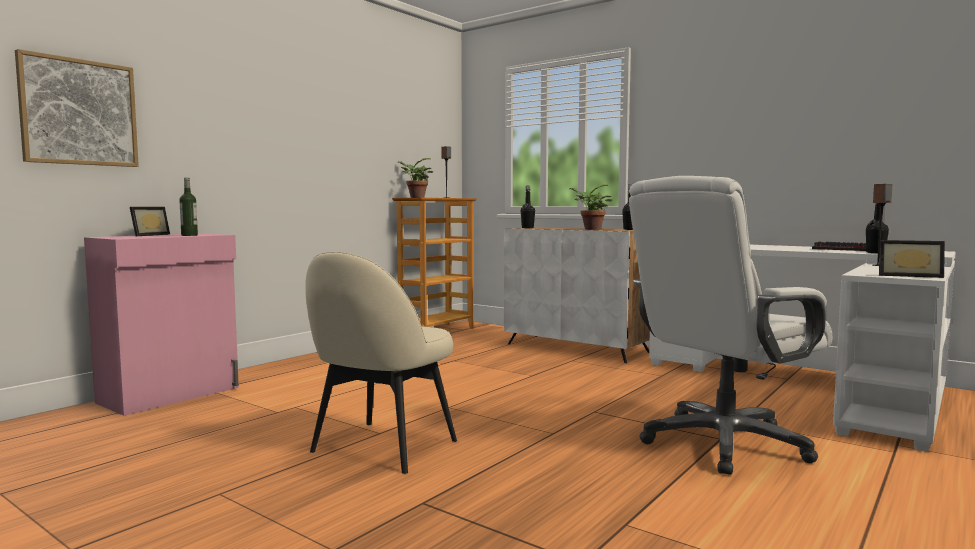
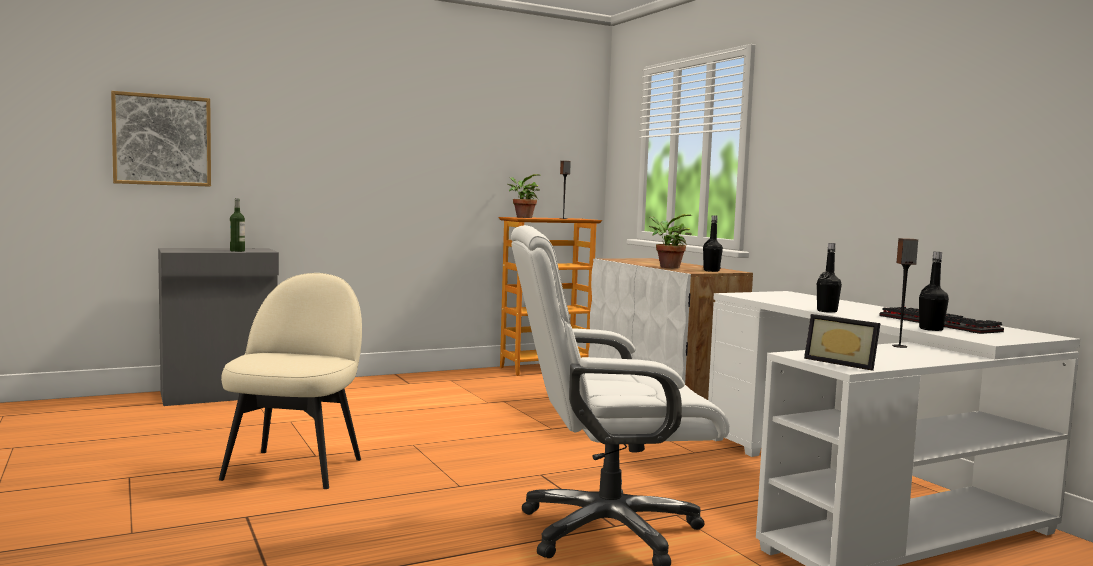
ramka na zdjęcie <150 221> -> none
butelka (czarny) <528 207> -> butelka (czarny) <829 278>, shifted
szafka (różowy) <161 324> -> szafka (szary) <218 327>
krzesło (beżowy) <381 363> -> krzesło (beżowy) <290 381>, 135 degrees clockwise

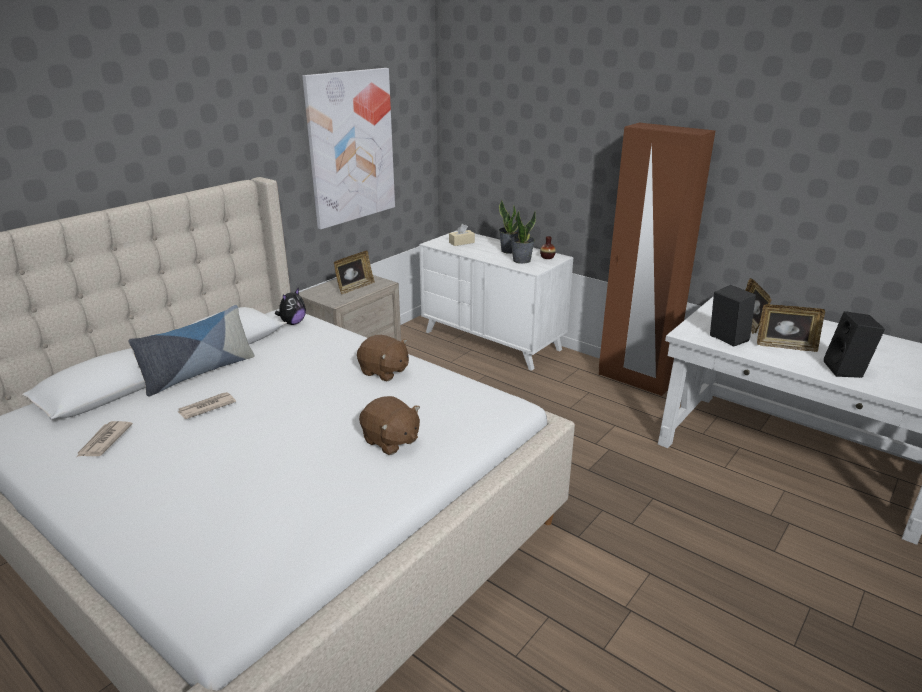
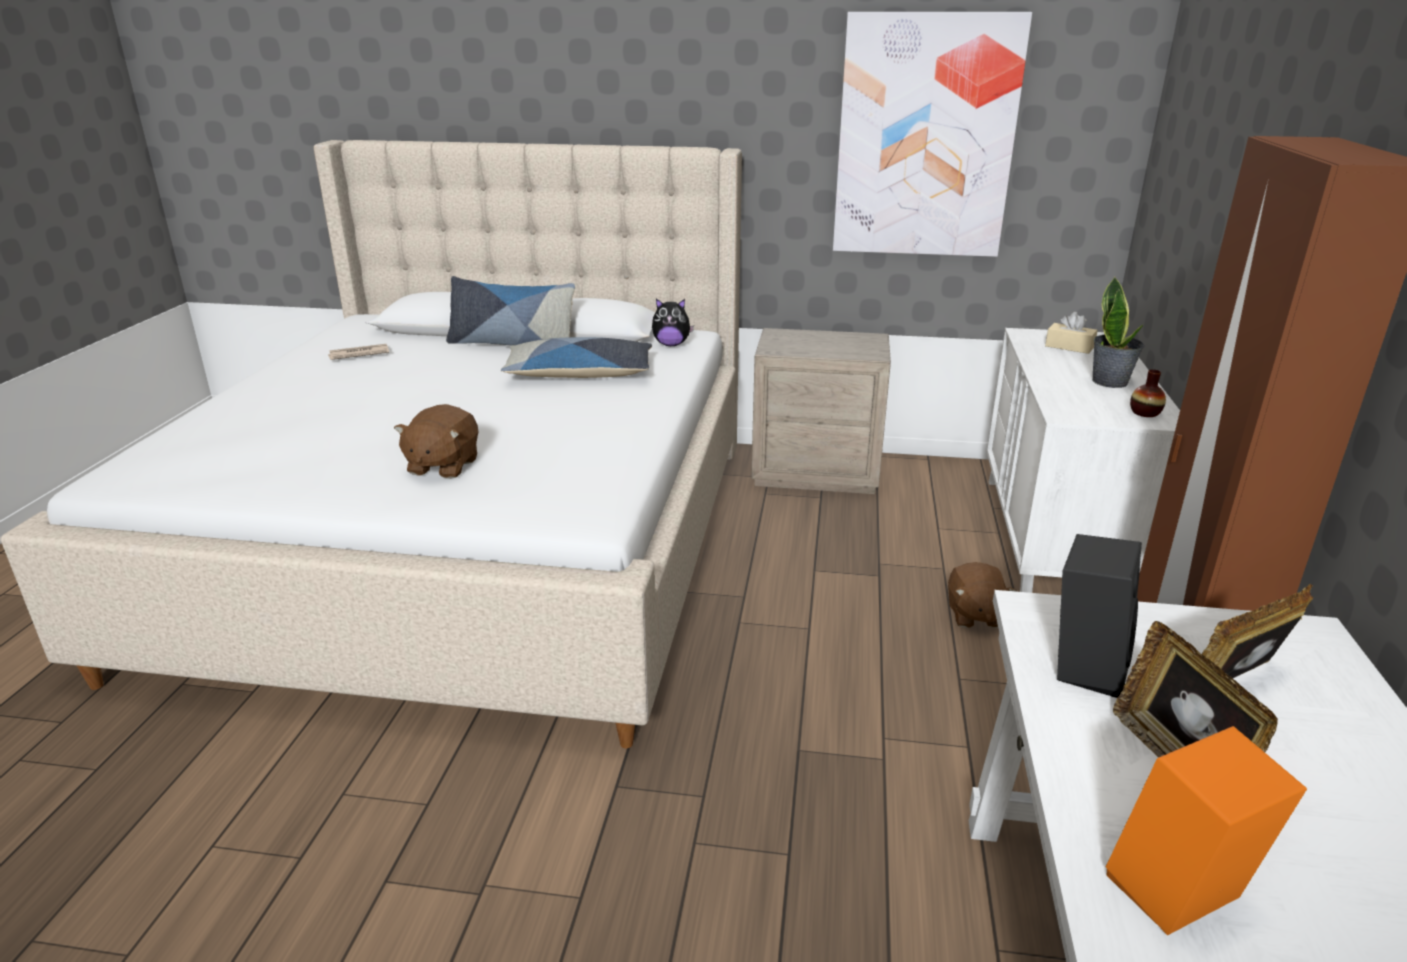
gazeta <207 405> -> none
ramka na zdjęcie <354 272> -> none
roślina doniczkowa <523 237> -> none
none -> poduszka <576 357>
pluszak (brązowy) <383 358> -> pluszak (brązowy) <982 595>, shifted
głośnik (czarny) <854 344> -> głośnik (pomarańczowy) <1206 830>

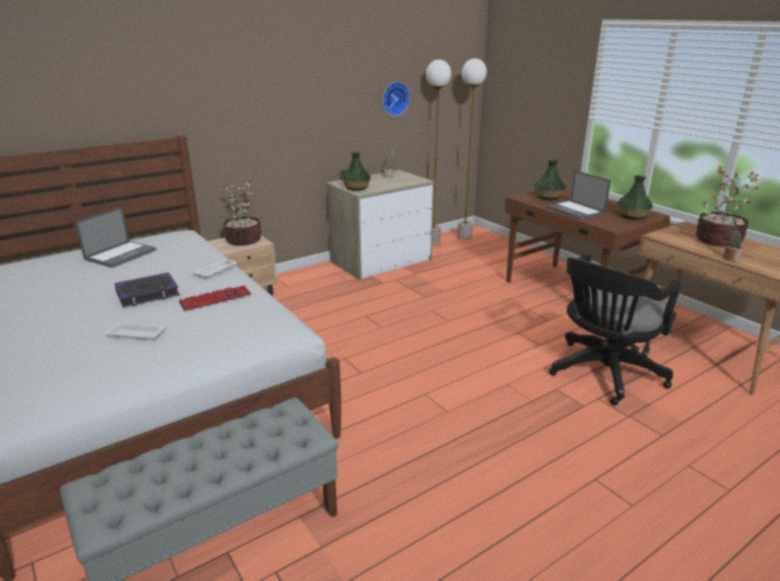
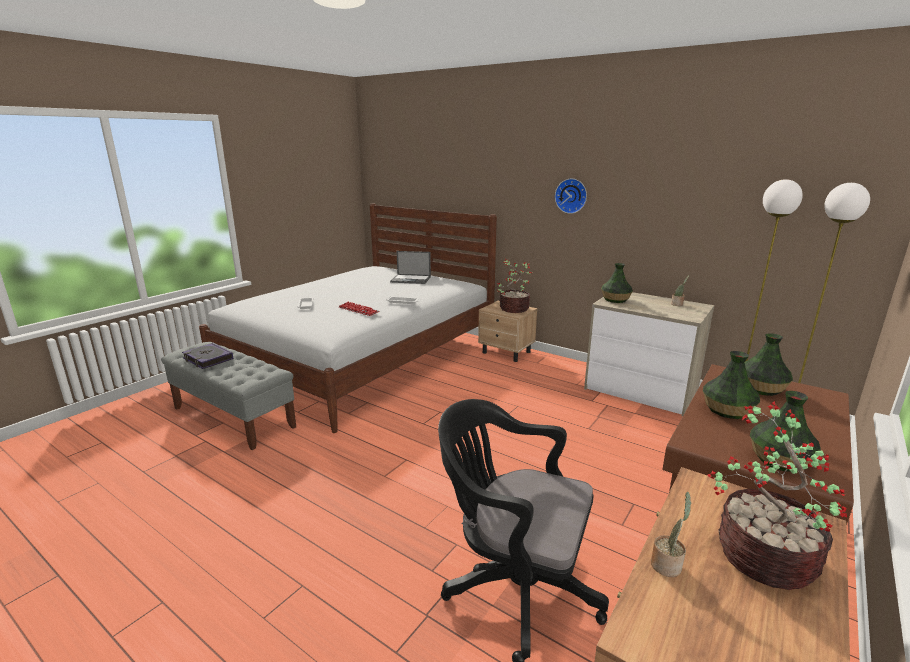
książka <146 289> -> książka <208 356>, shifted
zegar ścienny <396 99> -> zegar ścienny <571 196>, shifted
laptop <578 195> -> wazon <731 385>

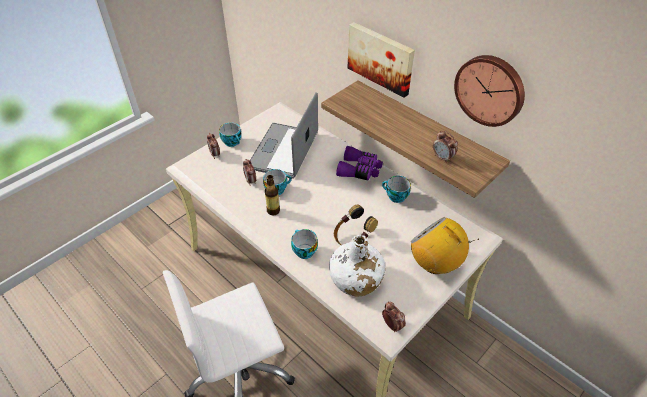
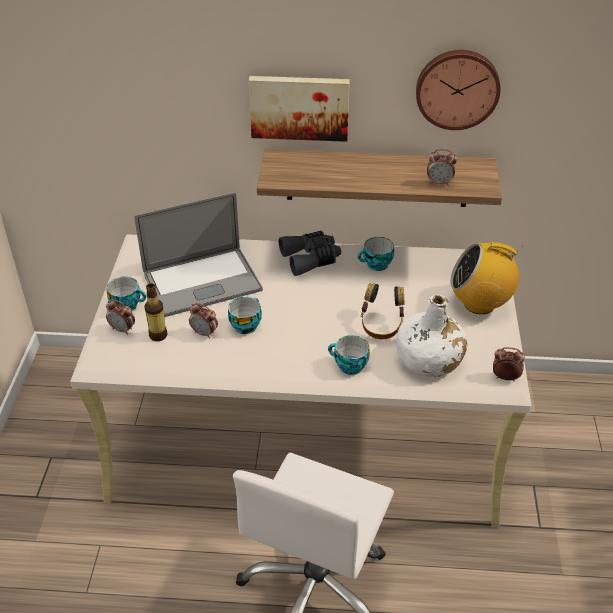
butelka <272 195> -> butelka <155 312>, shifted
lornetka (fioletowy) <359 163> -> lornetka (szary) <310 253>
laptop <284 135> -> laptop <198 254>, 90 degrees counterclockwise

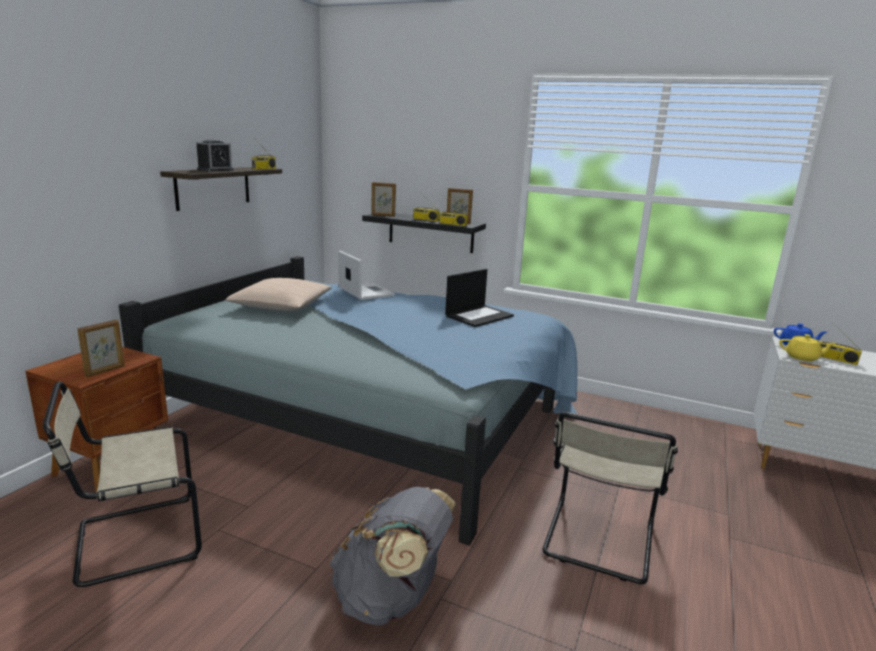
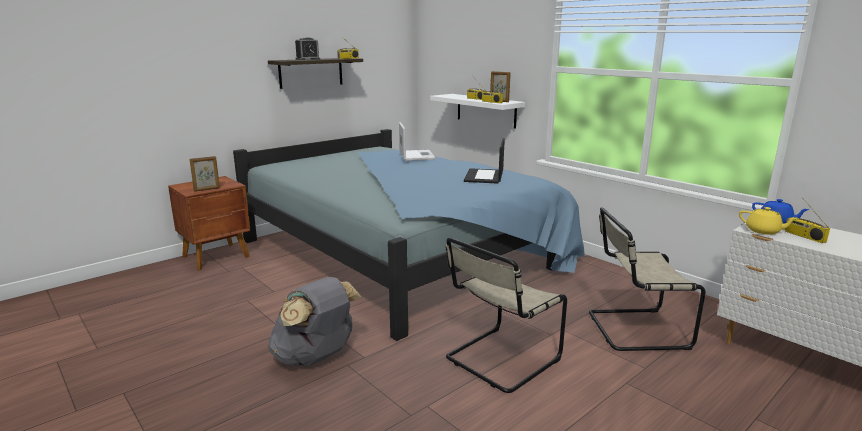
poduszka (beżowy) <278 294> -> none
ramka na zdjęcie <383 199> -> none
krzesło (beżowy) <122 484> -> krzesło (beżowy) <647 279>, shifted
półka (czarny) <424 233> -> półka (biały) <477 111>
laptop <479 298> -> laptop <484 161>, 120 degrees clockwise

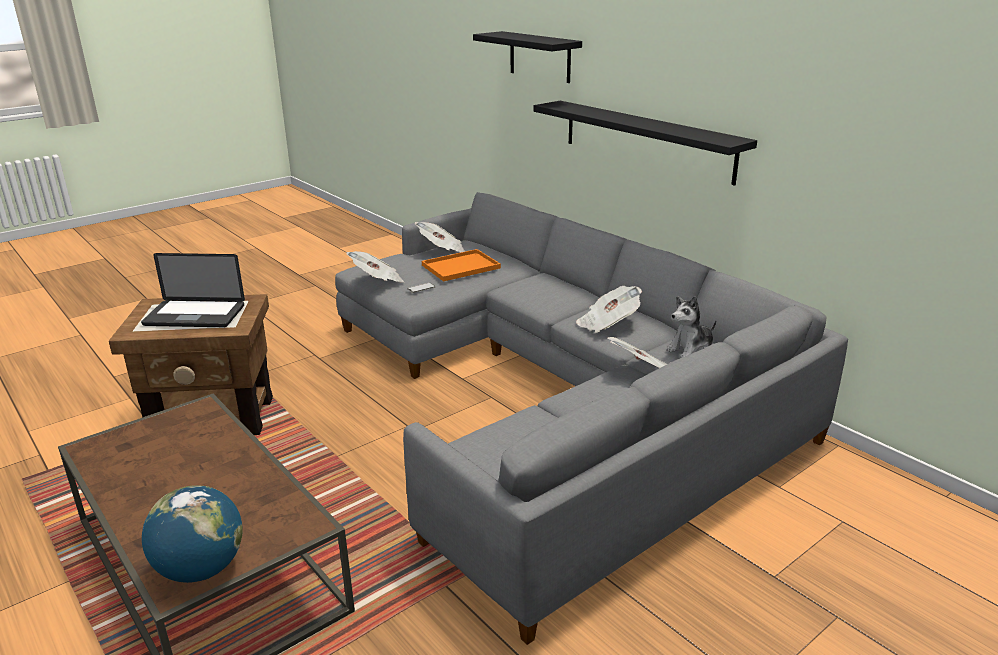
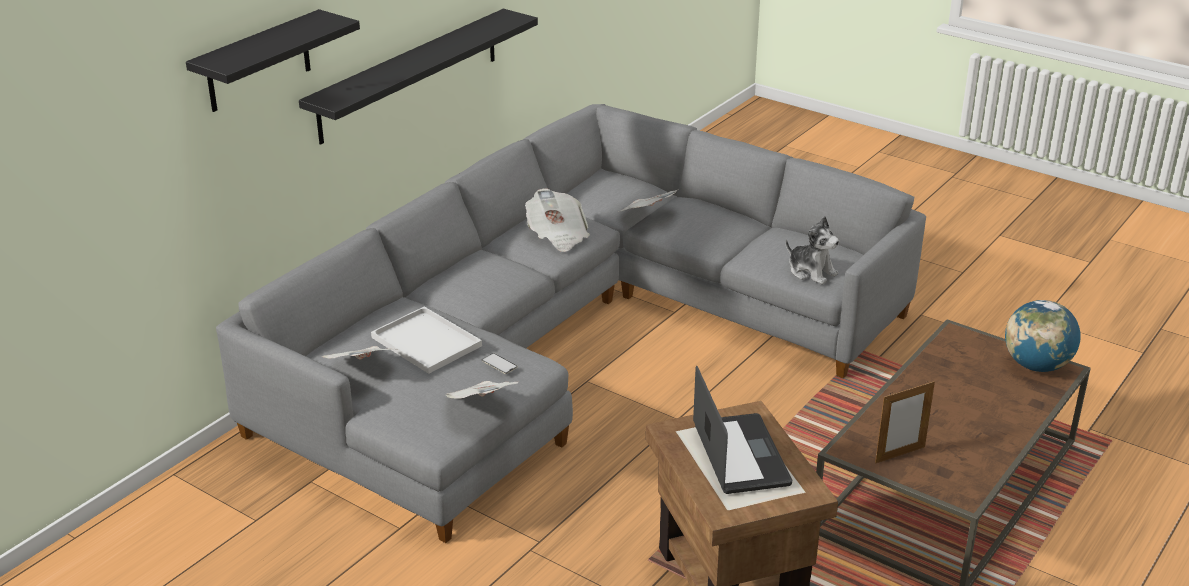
none -> ramka na zdjęcie <905 422>
pluszak <691 327> -> pluszak <812 250>, shifted
taca (pomarańczowy) <461 265> -> taca (biały) <426 340>

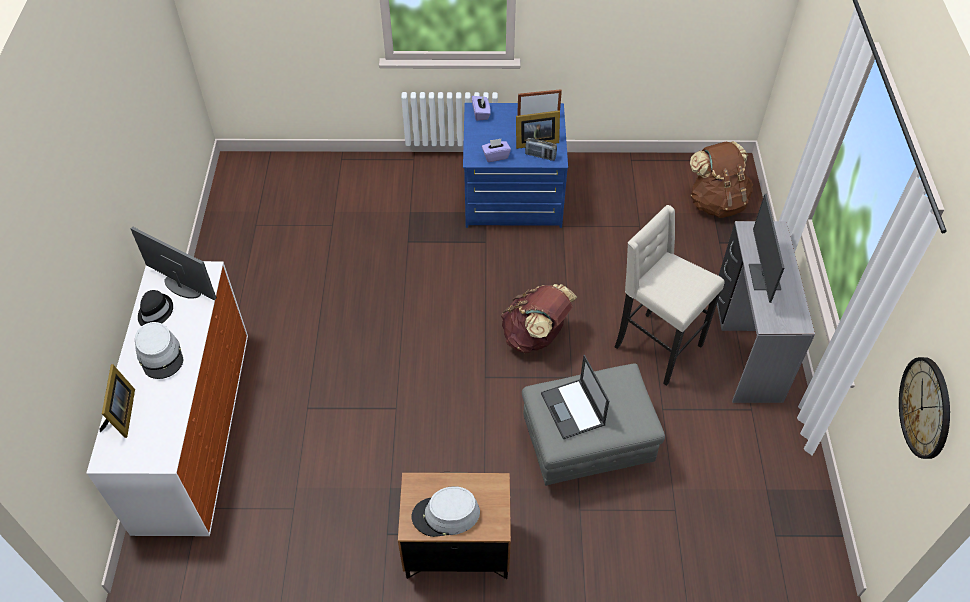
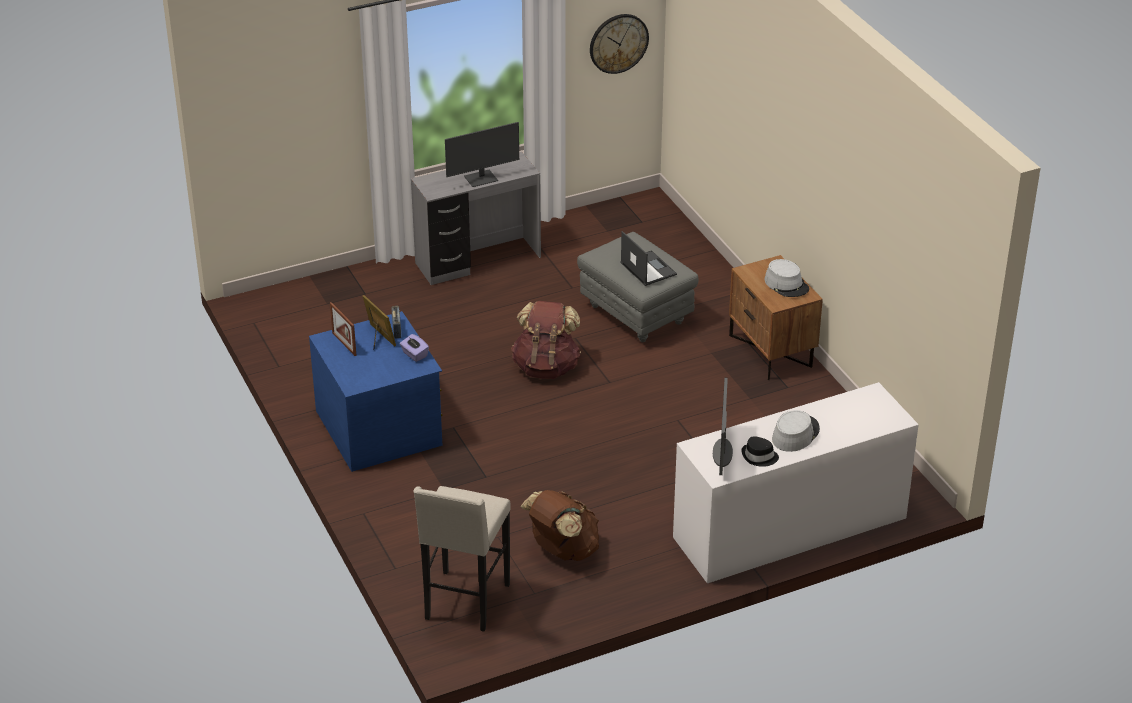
ramka na zdjęcie <117 401> -> none
pudełko chusteczek (fioletowy) <481 108> -> none
stołek (beżowy) <670 295> -> stołek (beżowy) <462 559>, shifted
plecak (brązowy) <721 179> -> plecak (brązowy) <560 525>, shifted
laptop <575 397> -> laptop <648 258>, 75 degrees counterclockwise

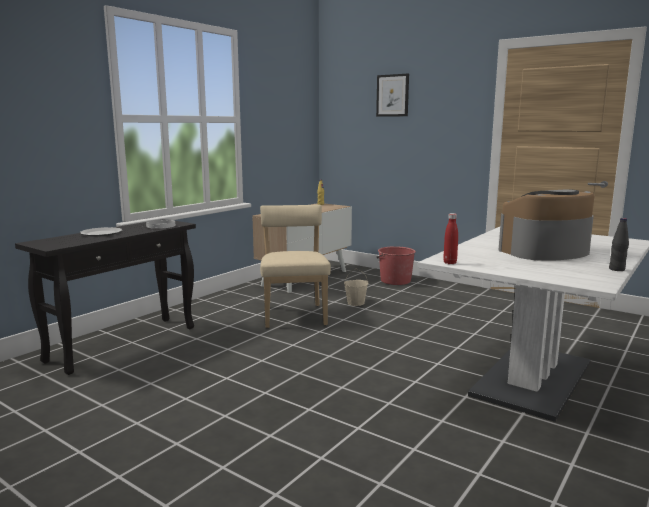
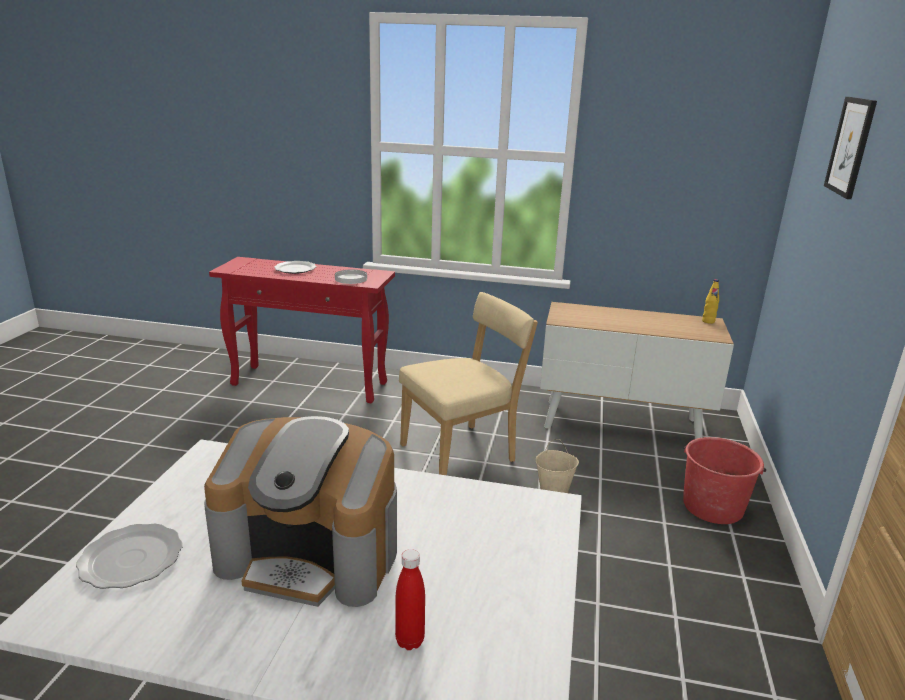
butelka (czarny) <619 244> -> none
none -> talerz <129 556>
butelka (czerwony) <450 238> -> butelka (czerwony) <410 599>, shifted
stolik konsolowy (czarny) <105 298> -> stolik konsolowy (czerwony) <302 330>
ekspres do kawy <546 225> -> ekspres do kawy <300 511>, 150 degrees clockwise

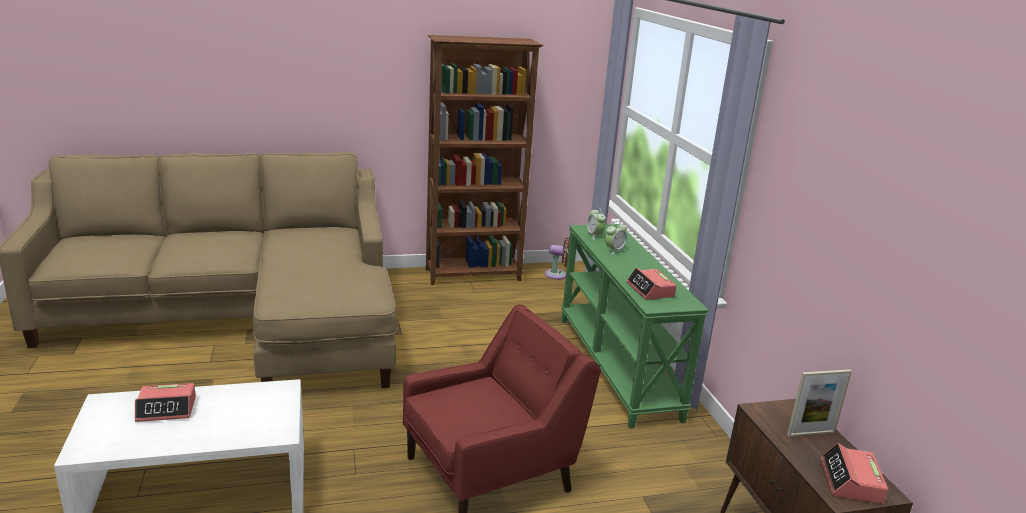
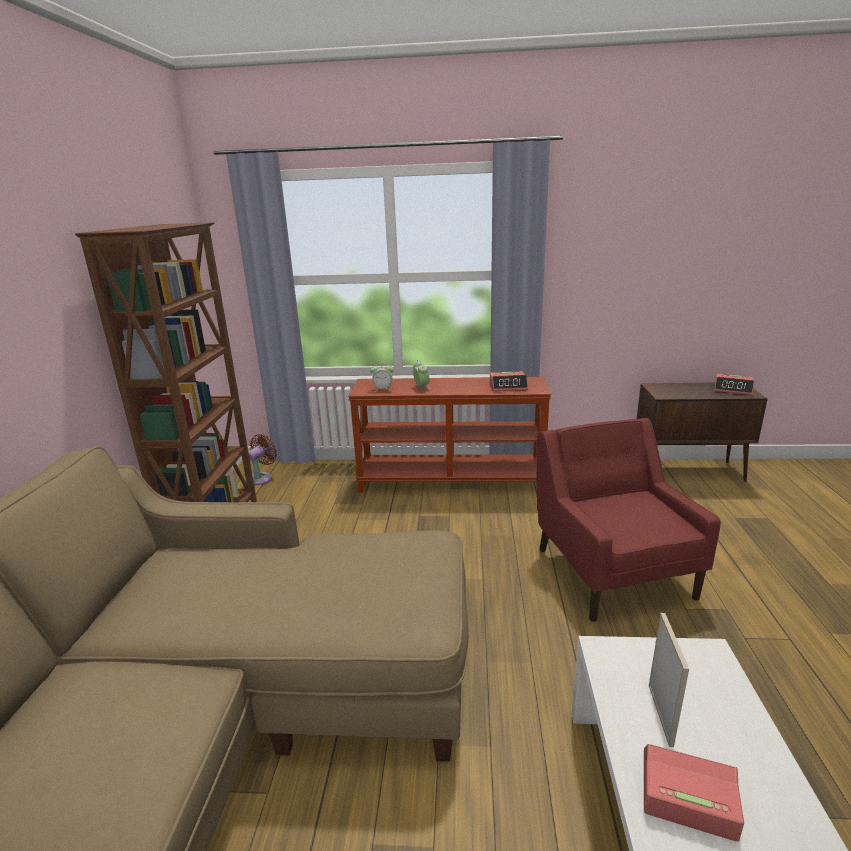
ramka na zdjęcie <819 403> -> ramka na zdjęcie <669 680>, shifted
stolik konsolowy (zielony) <635 326> -> stolik konsolowy (brązowy) <449 435>
budzik <165 402> -> budzik <694 793>, 75 degrees counterclockwise

